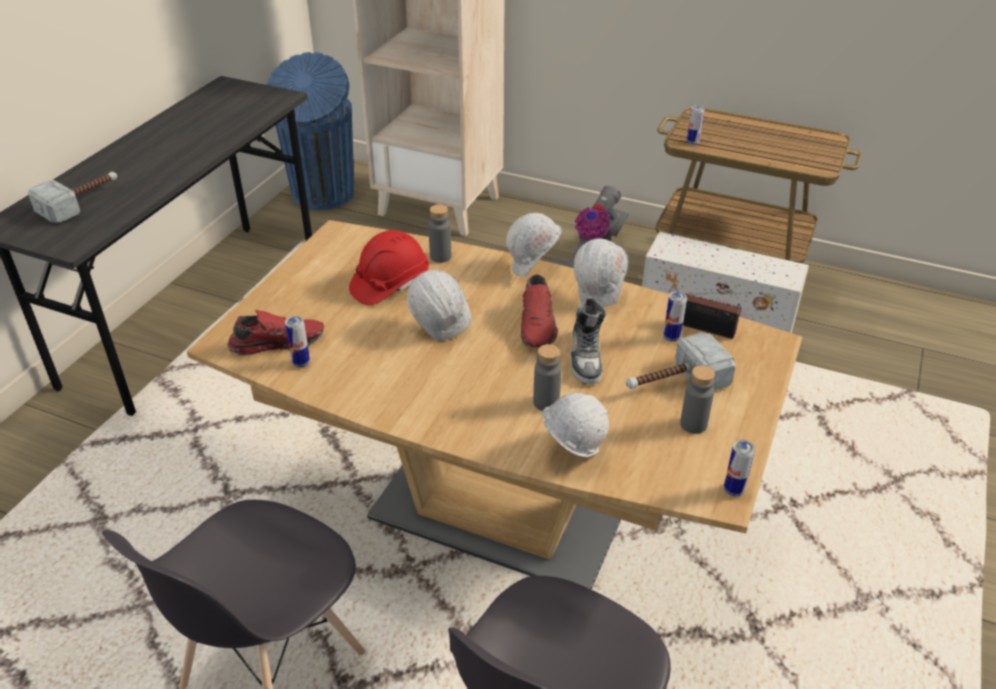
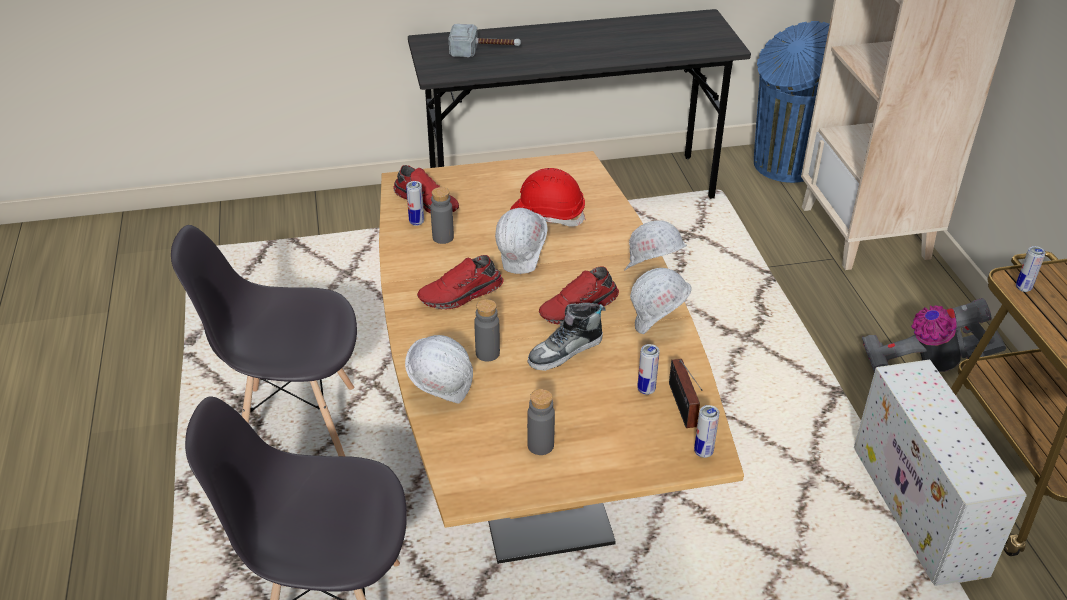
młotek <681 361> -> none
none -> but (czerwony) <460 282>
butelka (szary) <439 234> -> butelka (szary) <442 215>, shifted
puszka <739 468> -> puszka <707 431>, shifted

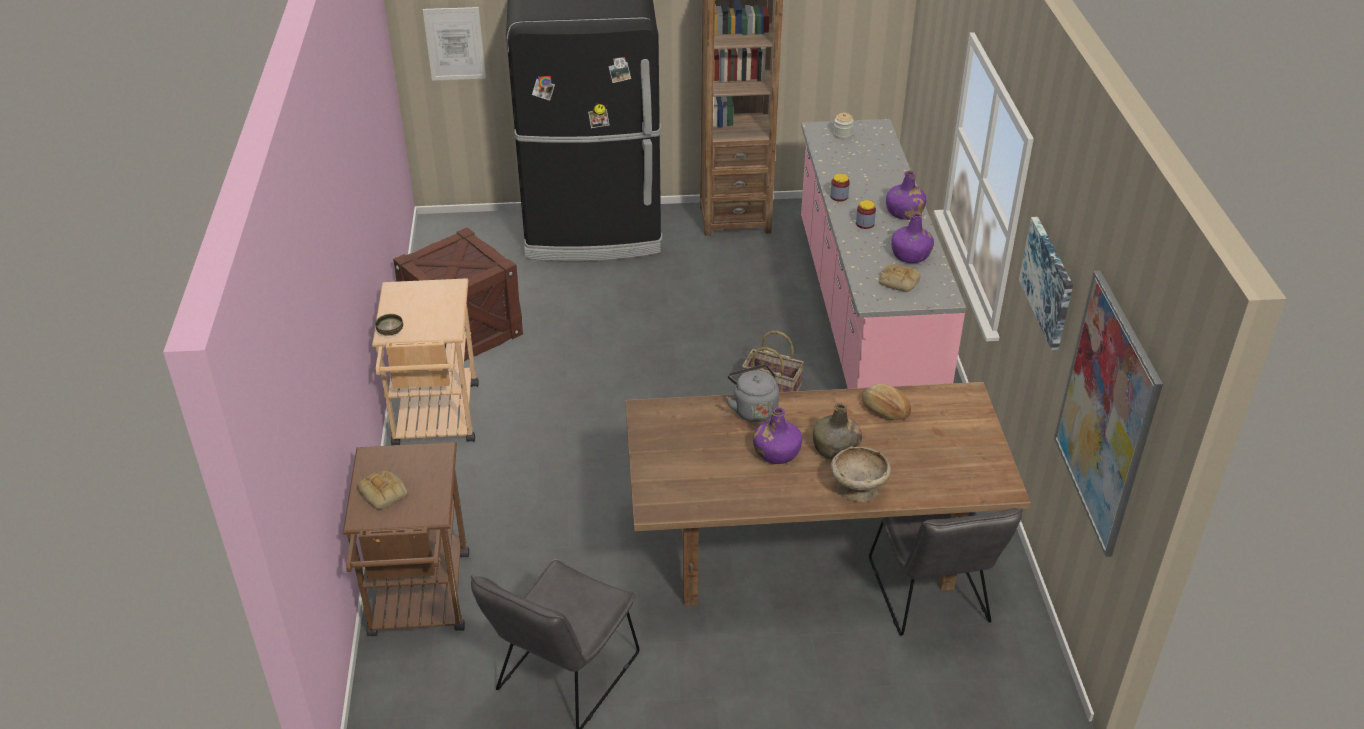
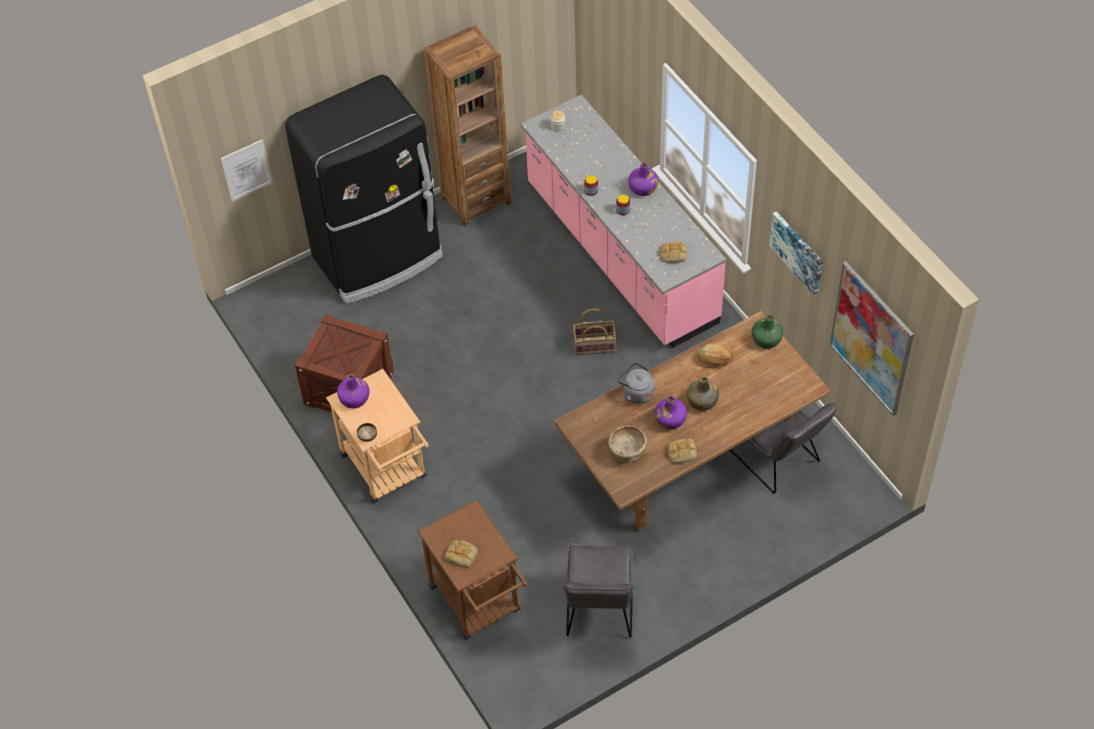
none -> chleb <682 450>
none -> butelka (zielony) <767 331>
miska (beżowy) <861 474> -> miska (beżowy) <627 444>, shifted
butelka (fioletowy) <912 237> -> butelka (fioletowy) <353 391>, shifted

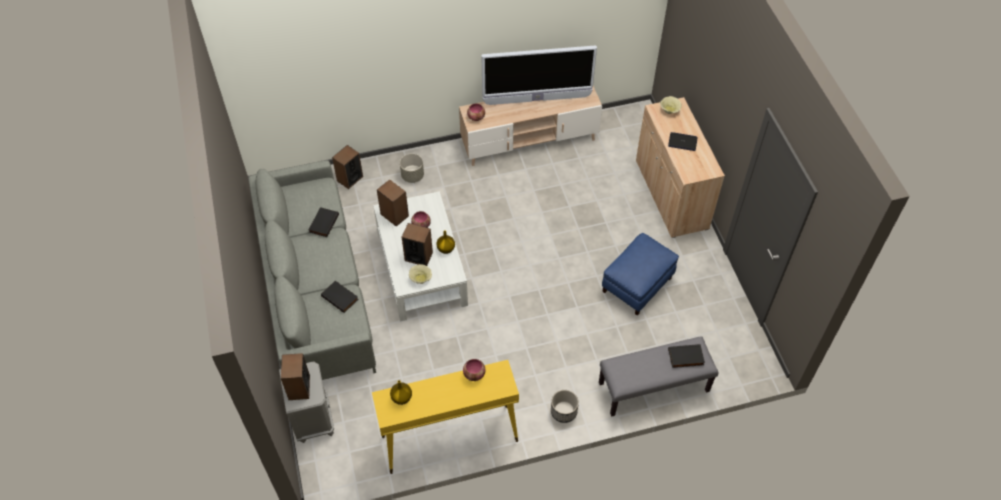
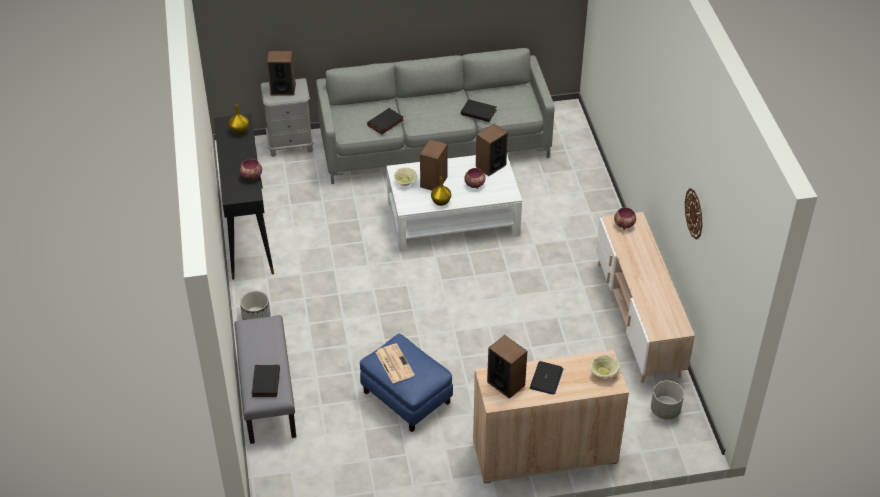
telewizor <539 75> -> none
none -> gazeta <395 363>
none -> zegar ścienny <693 214>
głośnik <347 167> -> głośnik <507 367>, shifted
donica (szary) <412 168> -> donica (szary) <667 400>, shifted
stolik konsolowy (żółty) <445 417> -> stolik konsolowy (czarny) <244 197>

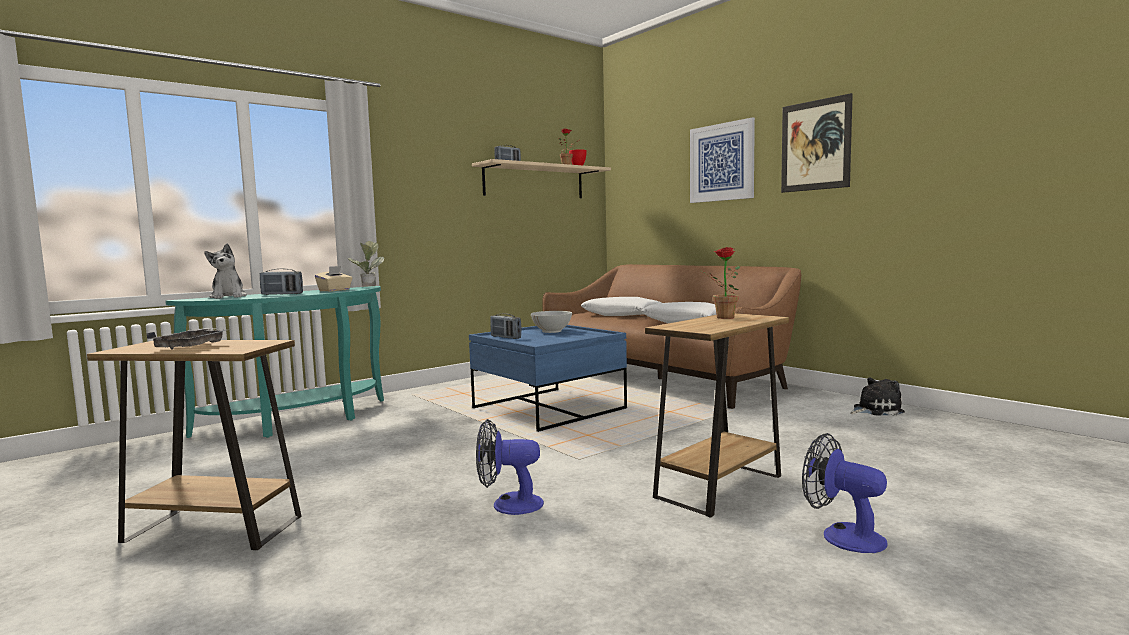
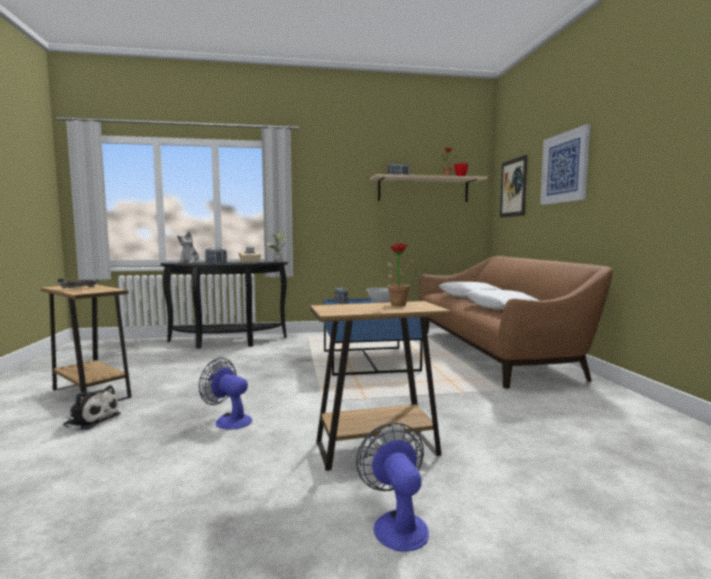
obraz <817 143> -> obraz <514 186>, shifted
pluszak <877 396> -> pluszak <91 407>, shifted
stolik konsolowy (turkusowy) <274 362> -> stolik konsolowy (czarny) <224 305>

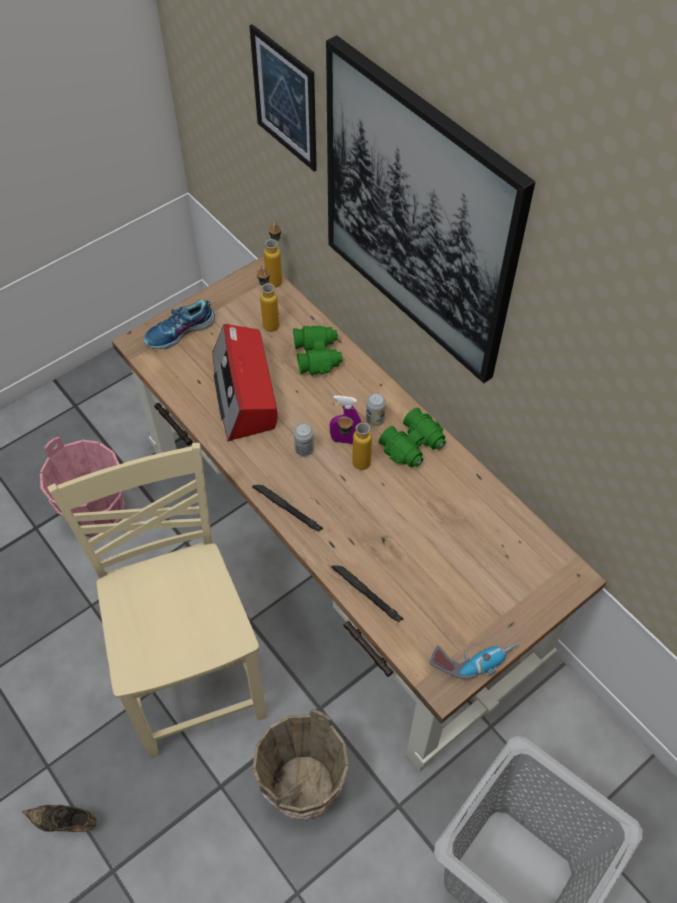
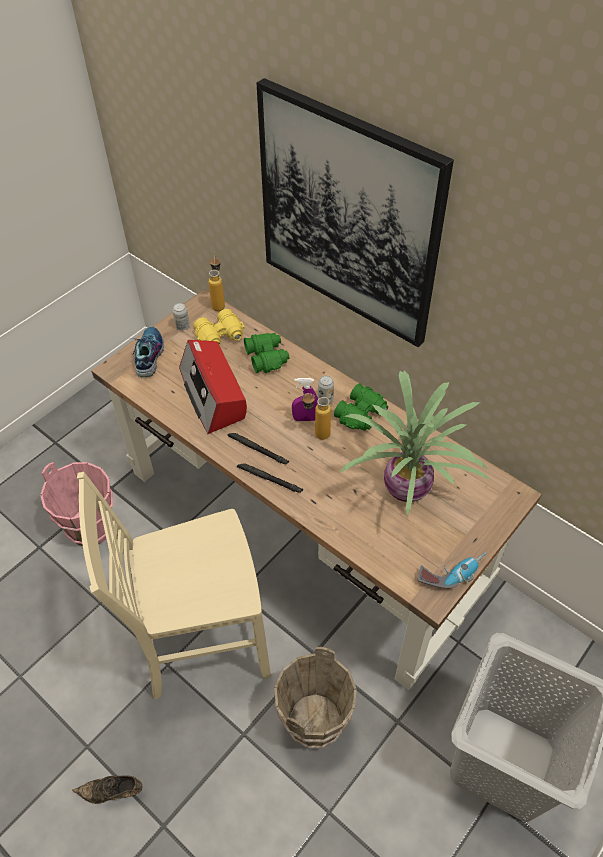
obraz <283 98> -> none
none -> roślina doniczkowa <414 443>
puszka <304 439> -> puszka <181 316>, shifted
latarka (czarny) <367 593> -> latarka (czarny) <258 449>, shifted
butelka <268 299> -> lornetka (żółty) <219 327>
krzesło (beżowy) <156 600> -> krzesło (beżowy) <174 586>, 75 degrees counterclockwise
but <179 324> -> but <146 351>, 135 degrees clockwise

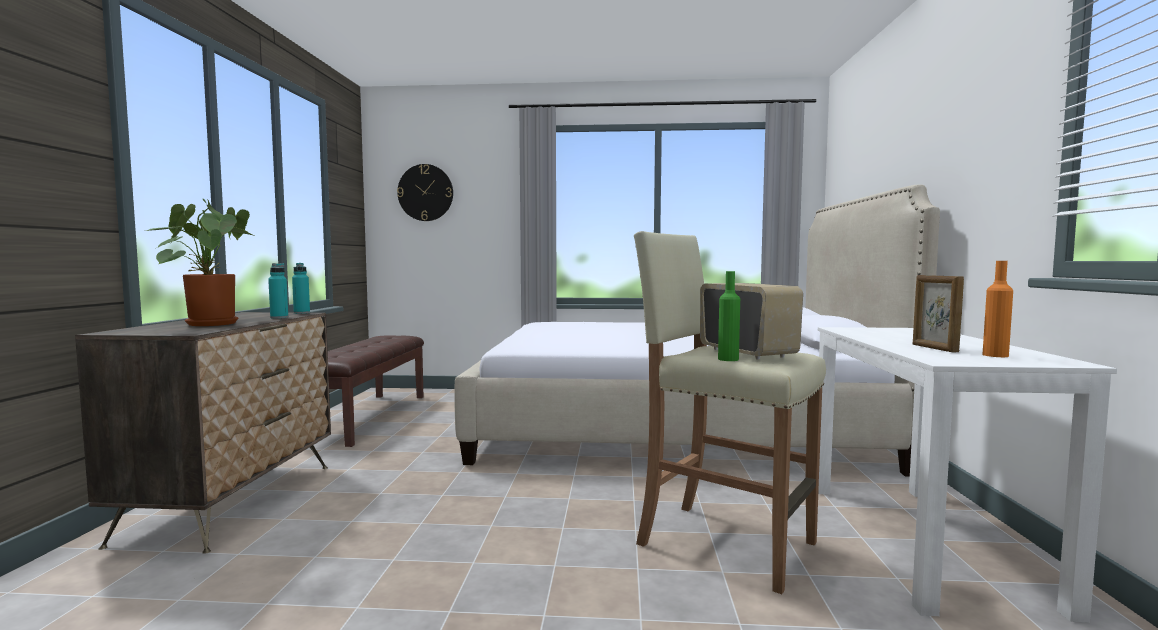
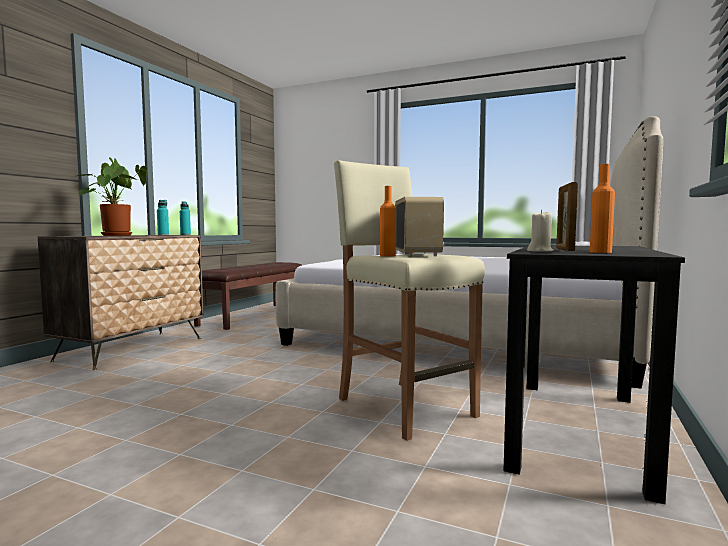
zegar ścienny <425 192> -> none
none -> świeca (beżowy) <540 230>
butelka (zielony) <729 316> -> butelka (pomarańczowy) <388 221>
biurko (biały) <967 475> -> biurko (czarny) <594 374>

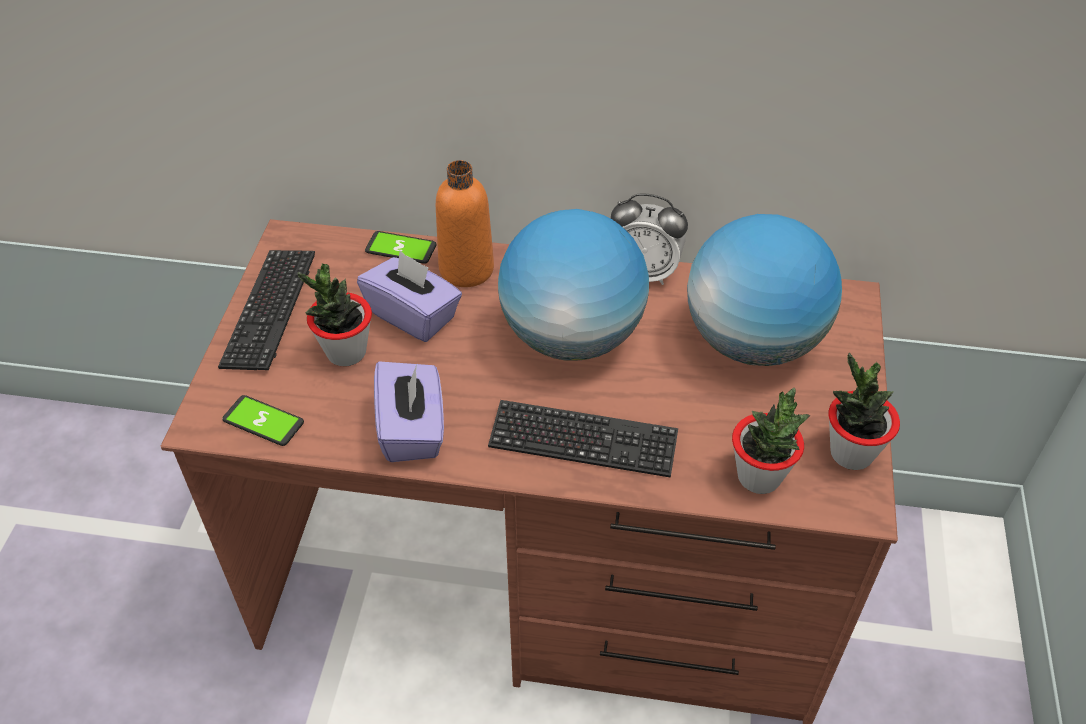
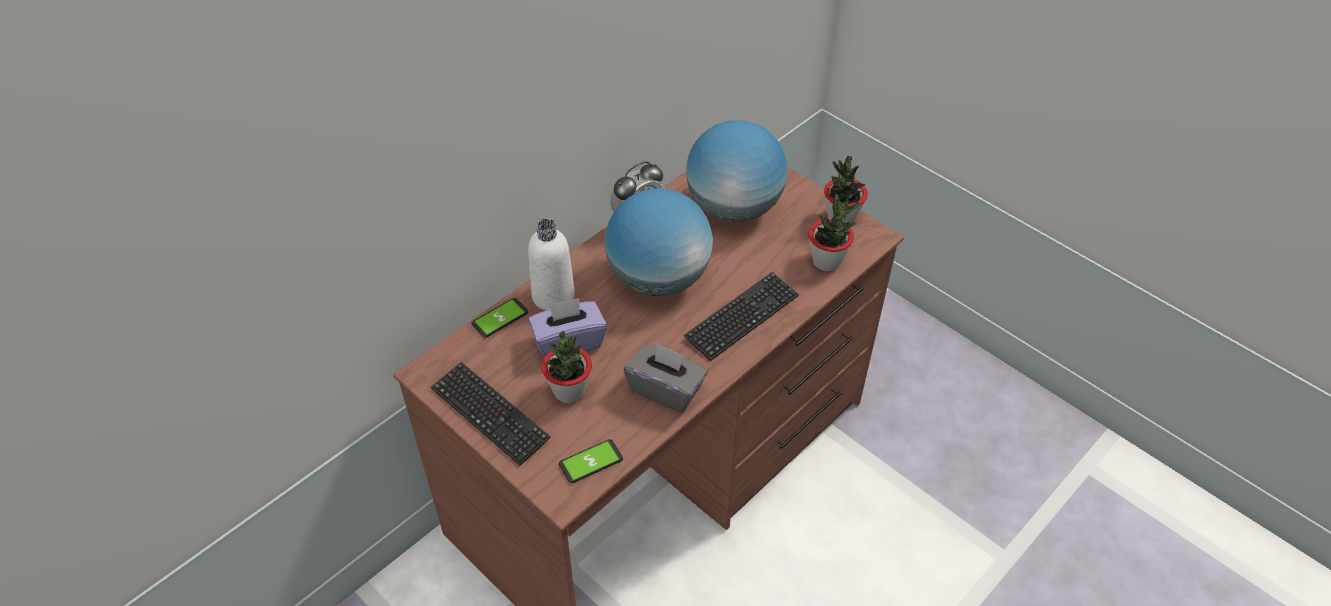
pudełko chusteczek (fioletowy) <409 412> -> pudełko chusteczek (szary) <666 377>
butelka (pomarańczowy) <465 223> -> butelka (biały) <551 265>

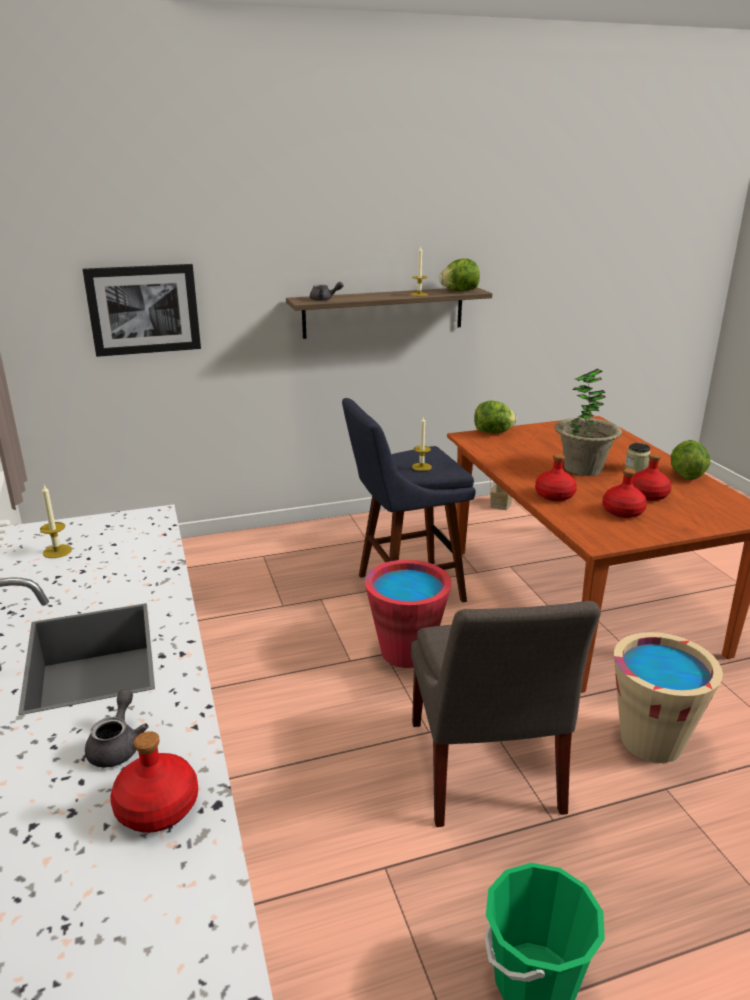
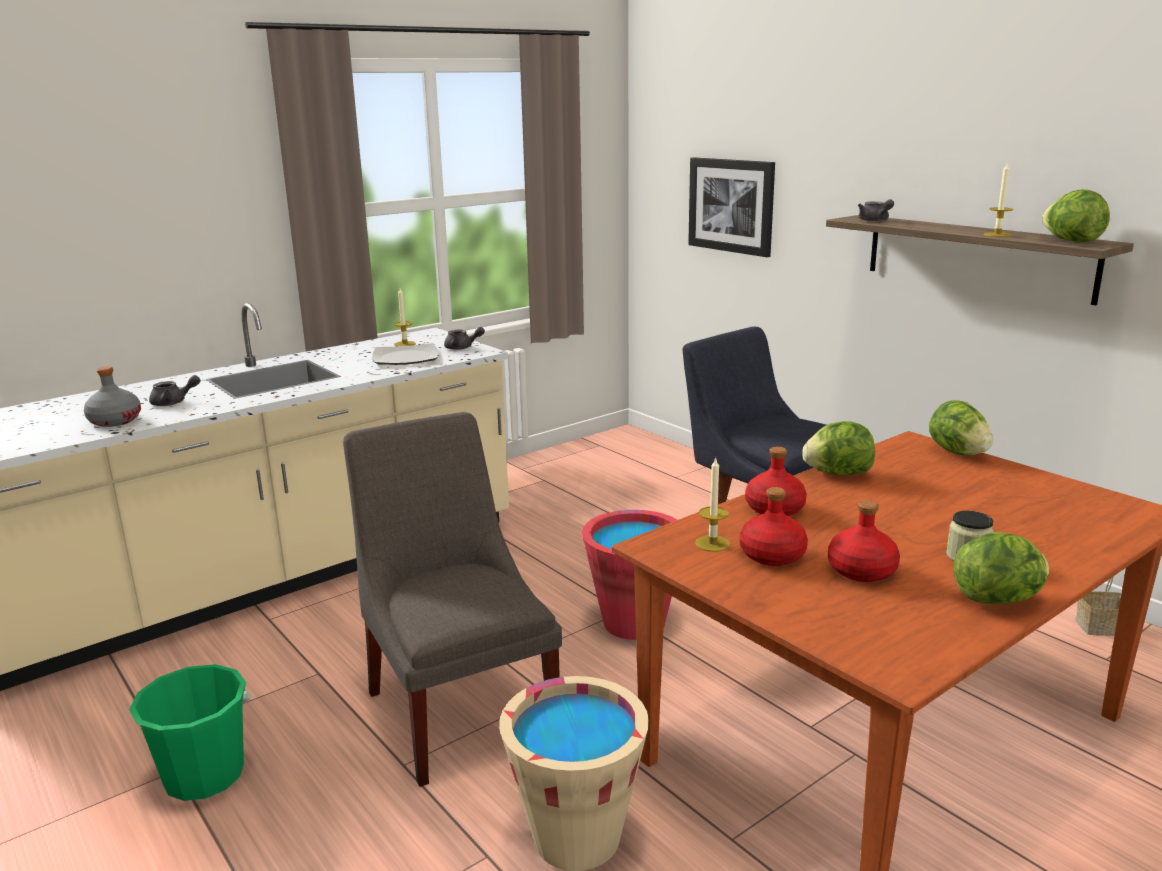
roślina doniczkowa <588 422> -> none
none -> talerz <405 354>
none -> imbryk (szary) <464 338>
none -> sałata <838 448>
świeca <422 444> -> świeca <712 504>, shifted
butelka (czerwony) <154 782> -> butelka (szary) <112 396>
krzesło (szary) <506 714> -> krzesło (szary) <452 599>, 90 degrees clockwise

